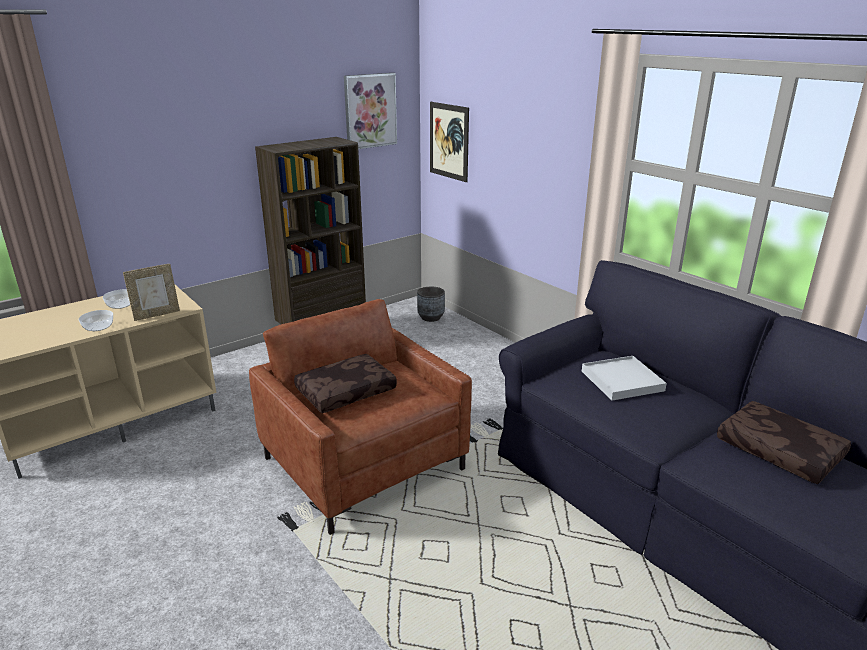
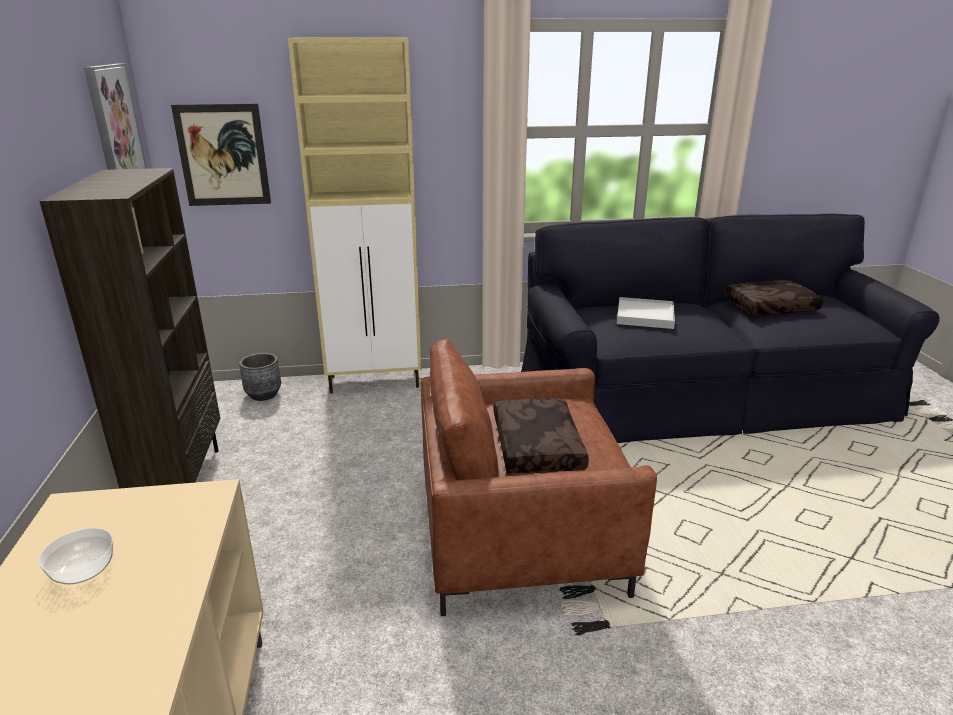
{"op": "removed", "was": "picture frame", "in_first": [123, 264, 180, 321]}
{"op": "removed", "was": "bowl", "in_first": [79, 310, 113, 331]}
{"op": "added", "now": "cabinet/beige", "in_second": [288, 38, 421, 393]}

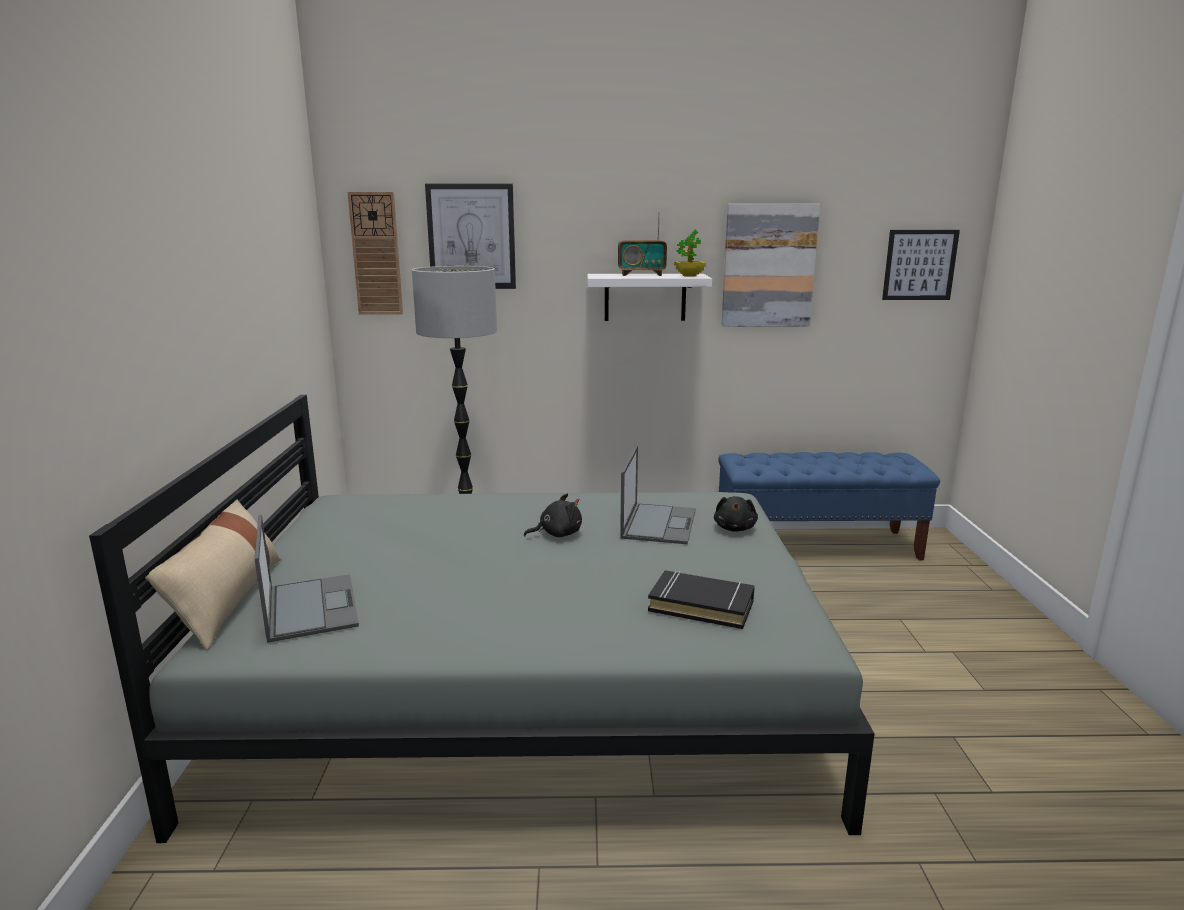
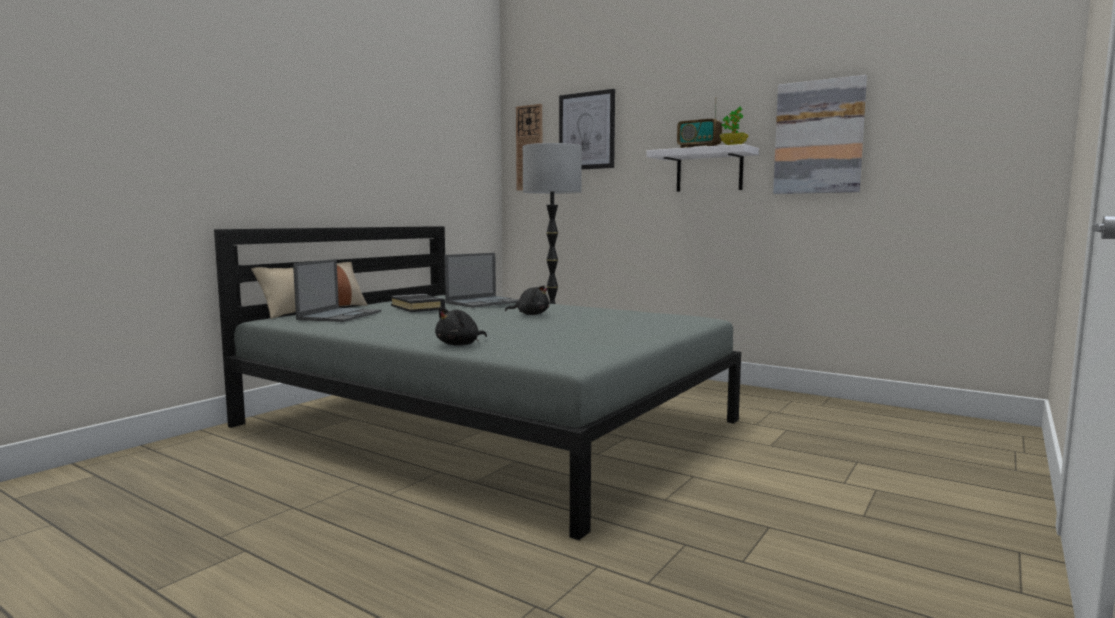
{"op": "removed", "was": "picture", "in_first": [882, 230, 960, 300]}
{"op": "moved", "was": "laptop", "in_first": [620, 446, 695, 544], "in_second": [444, 253, 519, 308]}
{"op": "removed", "was": "bench/blue", "in_first": [718, 452, 940, 560]}
{"op": "moved", "was": "plush toy/black", "in_first": [714, 496, 758, 532], "in_second": [435, 307, 487, 346]}
{"op": "moved", "was": "book/black", "in_first": [648, 570, 755, 629], "in_second": [391, 294, 445, 312]}

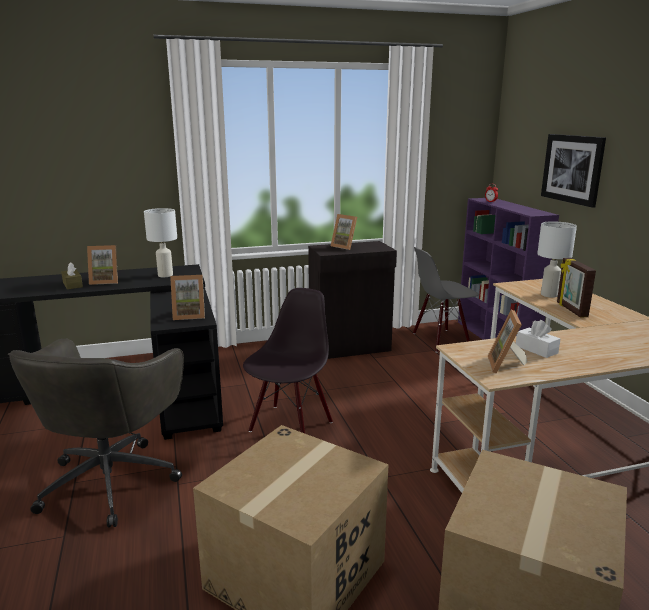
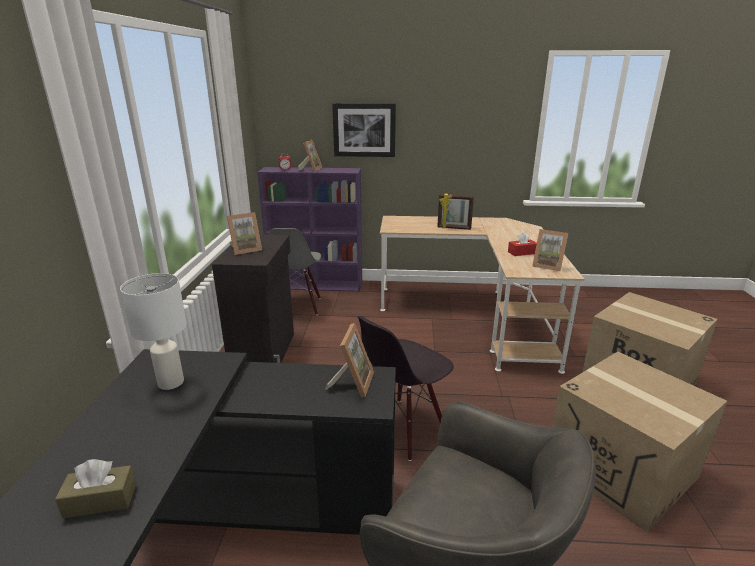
{"op": "removed", "was": "table lamp/white", "in_first": [537, 221, 577, 298]}
{"op": "moved", "was": "picture frame", "in_first": [87, 245, 118, 285], "in_second": [297, 140, 322, 172]}
{"op": "turned", "was": "chair/black", "in_first": [243, 288, 333, 433], "in_second": [358, 316, 454, 461], "clockwise": -90}
{"op": "recoloured", "was": "tissue box/white", "now": "tissue box/red", "in_first": [516, 320, 560, 358], "in_second": [508, 232, 537, 256]}

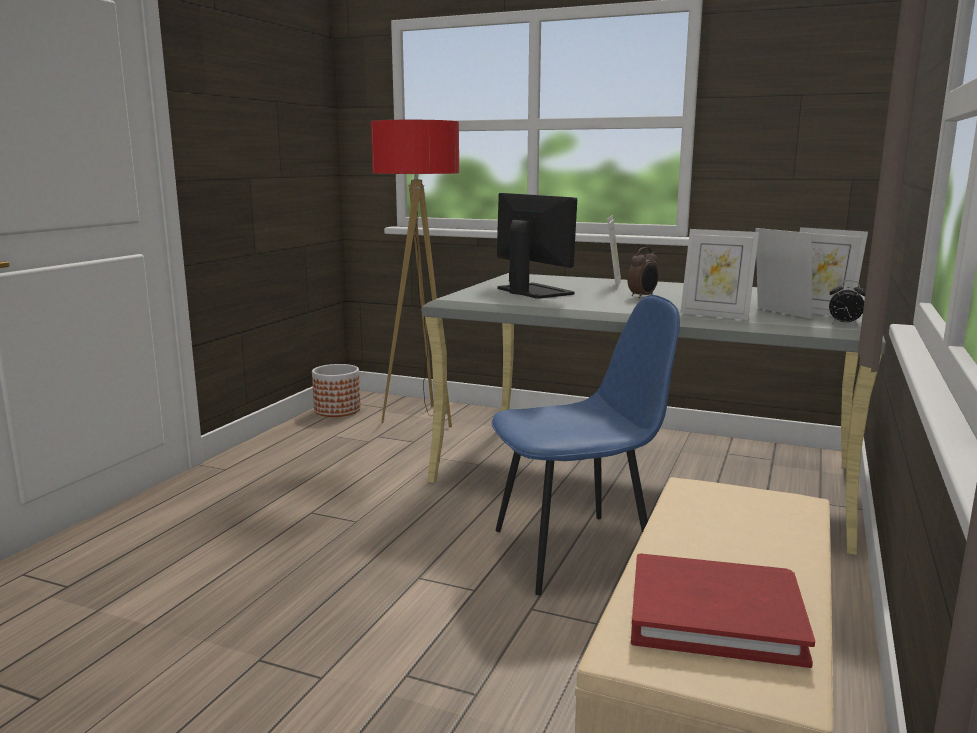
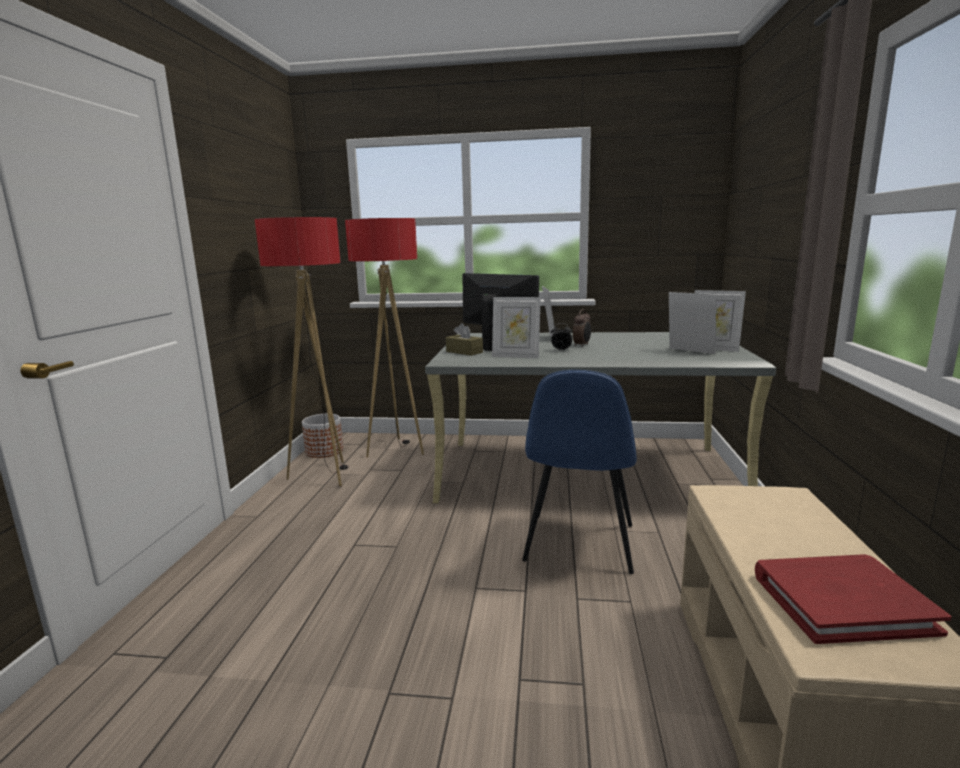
{"op": "moved", "was": "picture frame", "in_first": [680, 229, 759, 320], "in_second": [492, 297, 541, 359]}
{"op": "moved", "was": "alarm clock", "in_first": [829, 280, 865, 325], "in_second": [551, 323, 572, 351]}
{"op": "turned", "was": "chair/blue", "in_first": [492, 295, 680, 595], "in_second": [522, 370, 637, 574], "clockwise": 135}
{"op": "added", "now": "floor lamp", "in_second": [255, 217, 348, 487]}
{"op": "added", "now": "tissue box/brown", "in_second": [446, 323, 483, 356]}

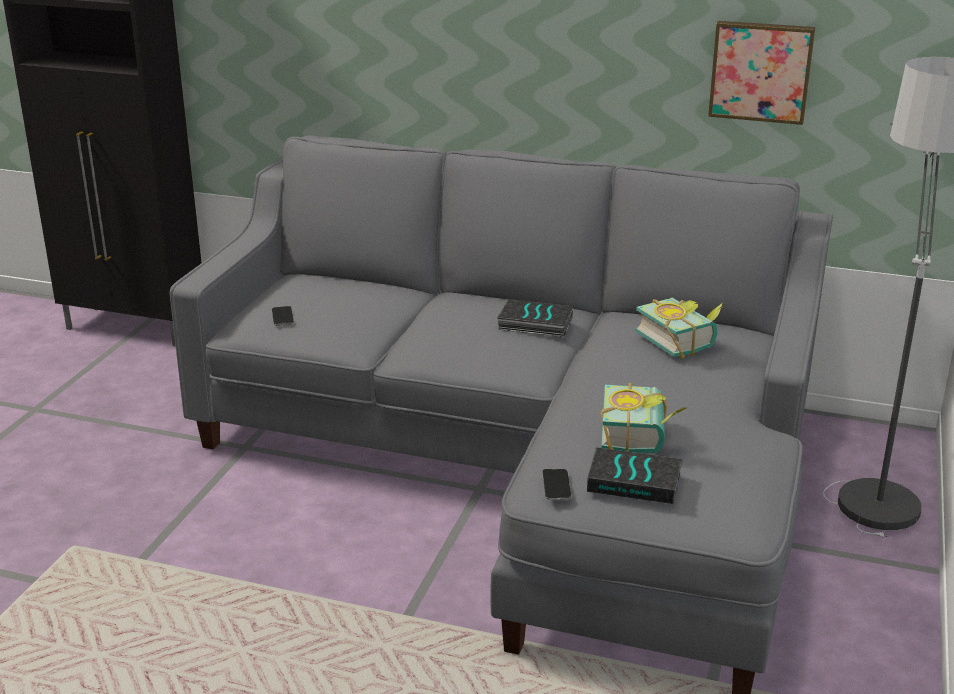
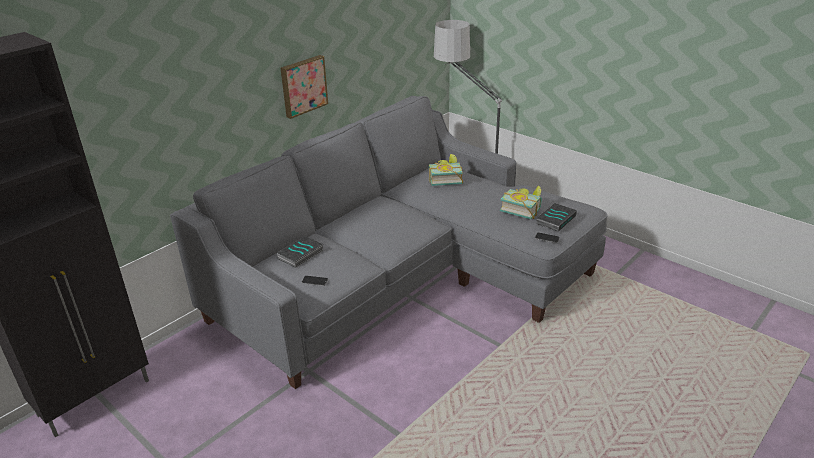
{"op": "moved", "was": "picture", "in_first": [708, 21, 815, 125], "in_second": [280, 55, 328, 119]}
{"op": "moved", "was": "book", "in_first": [497, 299, 573, 337], "in_second": [277, 236, 324, 268]}

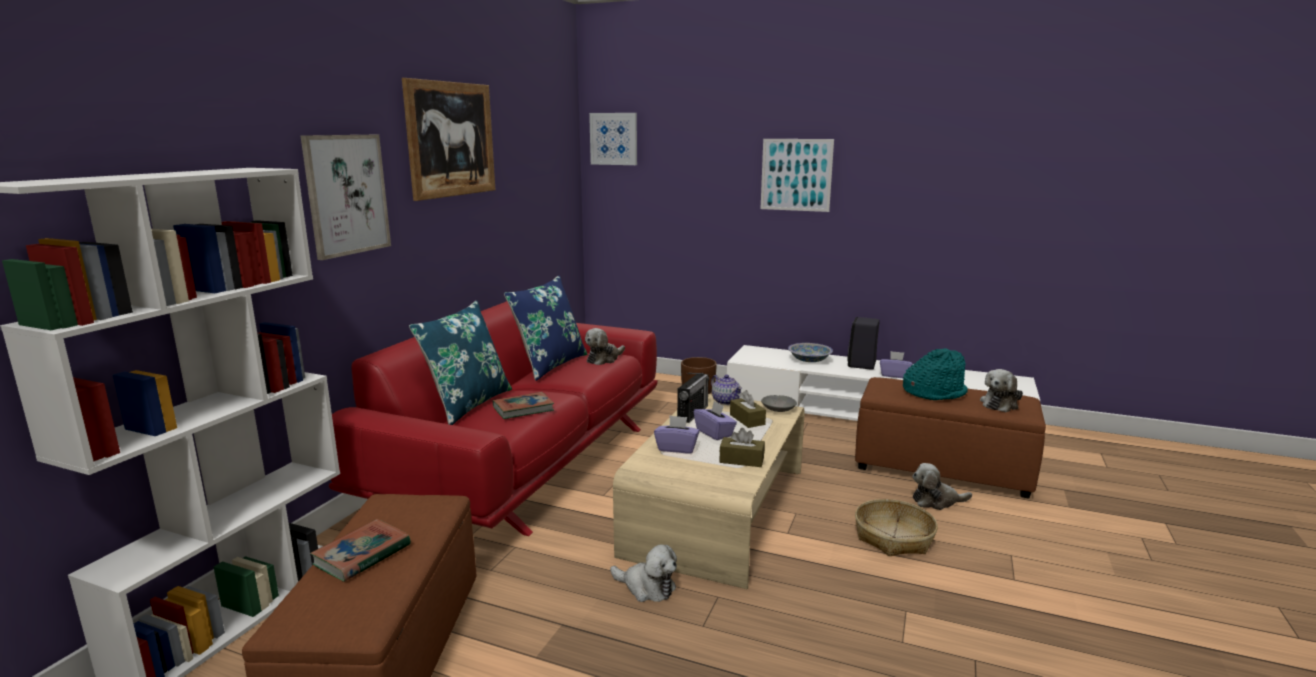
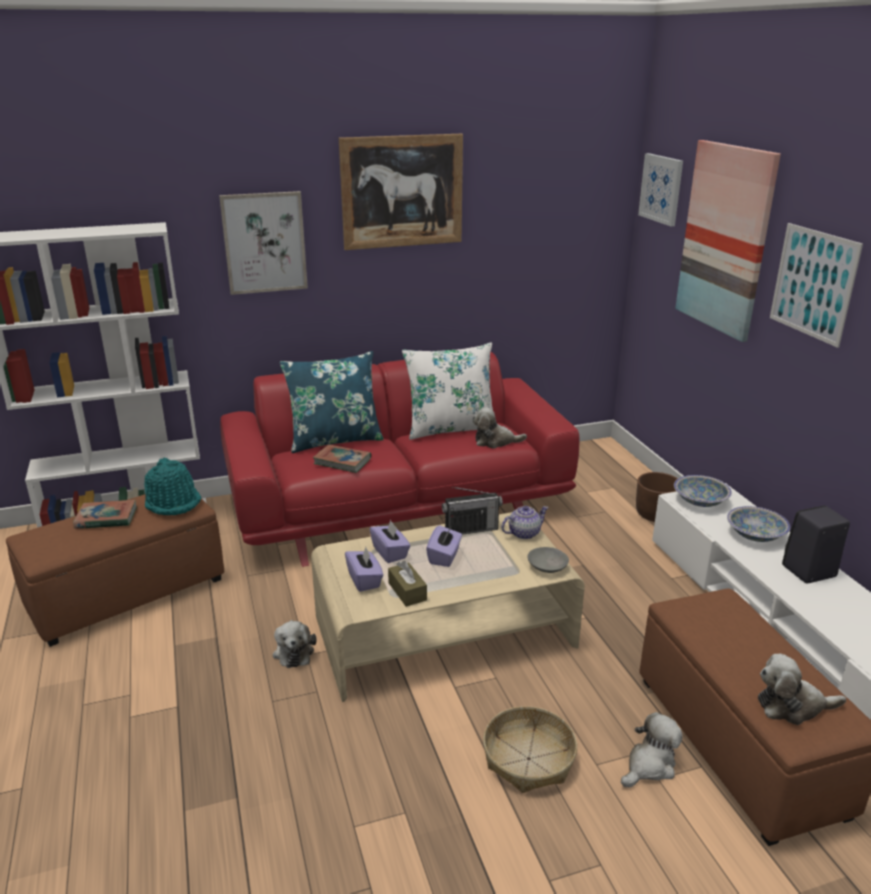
{"op": "recoloured", "was": "pillow/blue", "now": "pillow/white", "in_first": [504, 276, 587, 381], "in_second": [402, 343, 493, 440]}
{"op": "moved", "was": "hat/turquoise", "in_first": [903, 348, 968, 400], "in_second": [144, 458, 201, 515]}
{"op": "moved", "was": "tissue box/purple", "in_first": [880, 351, 913, 378], "in_second": [345, 547, 383, 592]}
{"op": "turned", "was": "teapot", "in_first": [711, 375, 742, 405], "in_second": [501, 506, 549, 539], "clockwise": -135}
{"op": "removed", "was": "tissue box/brown", "in_first": [730, 390, 766, 428]}
{"op": "turned", "was": "plush toy", "in_first": [912, 463, 972, 510], "in_second": [621, 712, 683, 788], "clockwise": 90}
{"op": "added", "now": "picture", "in_second": [675, 140, 781, 342]}
{"op": "added", "now": "bowl", "in_second": [674, 475, 732, 507]}

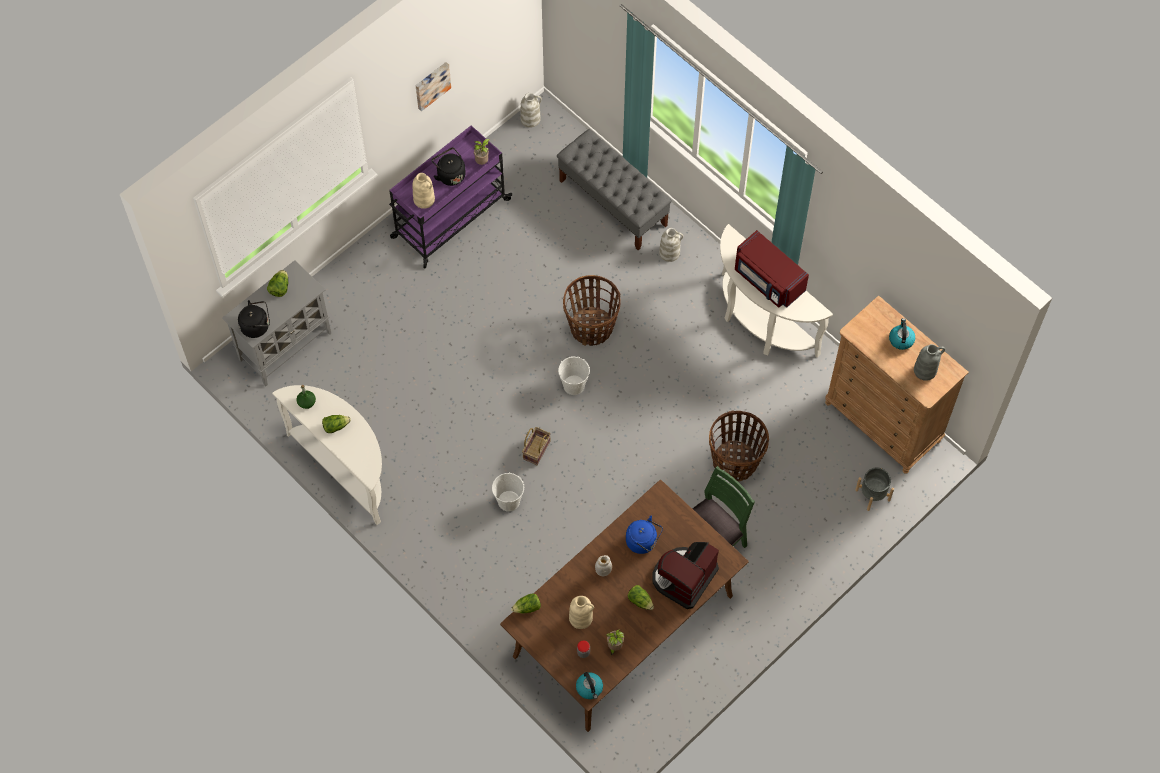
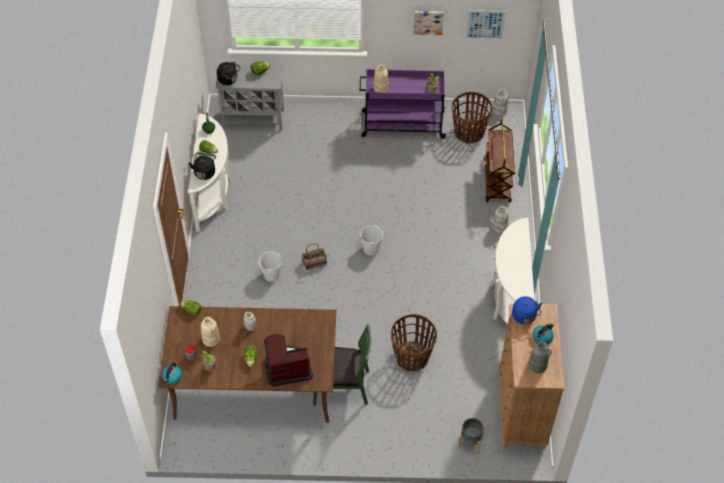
{"op": "replaced", "was": "bench/grey", "now": "cart/brown", "in_first": [557, 129, 672, 250], "in_second": [484, 118, 515, 203]}
{"op": "moved", "was": "kettle/black", "in_first": [432, 147, 466, 186], "in_second": [189, 152, 216, 180]}
{"op": "removed", "was": "microwave/red", "in_first": [735, 230, 809, 308]}
{"op": "moved", "was": "basket", "in_first": [563, 275, 621, 346], "in_second": [452, 92, 492, 143]}
{"op": "moved", "was": "kettle/blue", "in_first": [626, 516, 663, 554], "in_second": [512, 296, 542, 324]}
{"op": "added", "now": "picture", "in_second": [465, 10, 506, 39]}

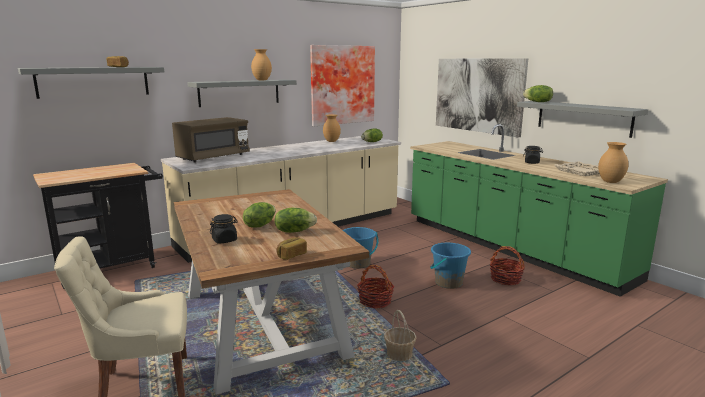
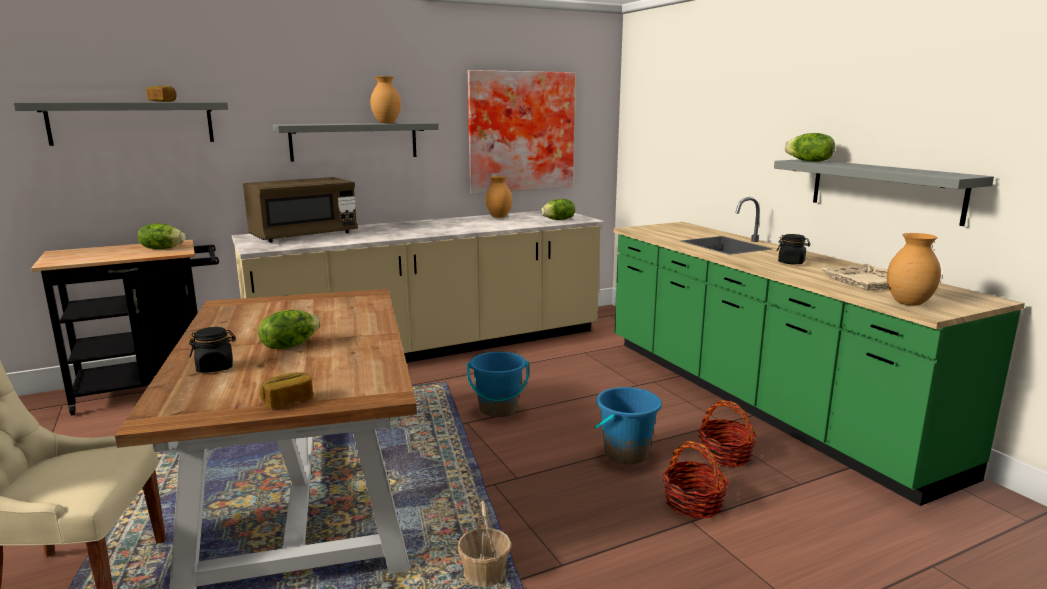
{"op": "removed", "was": "picture", "in_first": [436, 58, 528, 137]}
{"op": "moved", "was": "lettuce", "in_first": [275, 208, 317, 233], "in_second": [138, 223, 186, 249]}
{"op": "moved", "was": "basket", "in_first": [357, 265, 394, 308], "in_second": [663, 441, 729, 518]}

